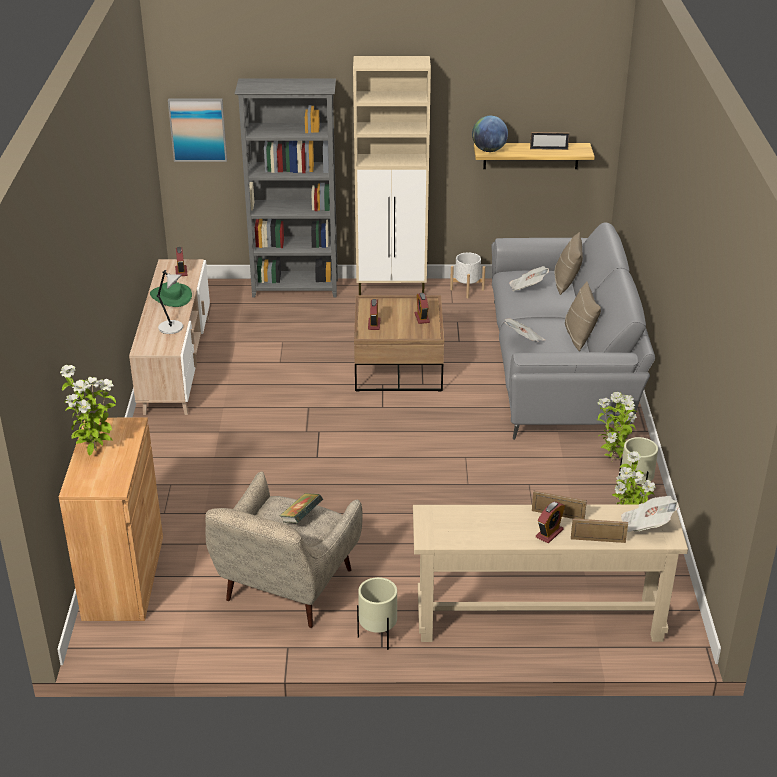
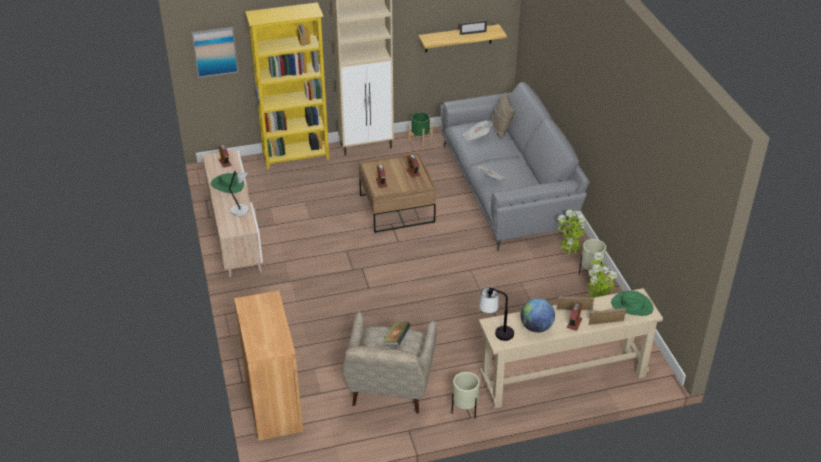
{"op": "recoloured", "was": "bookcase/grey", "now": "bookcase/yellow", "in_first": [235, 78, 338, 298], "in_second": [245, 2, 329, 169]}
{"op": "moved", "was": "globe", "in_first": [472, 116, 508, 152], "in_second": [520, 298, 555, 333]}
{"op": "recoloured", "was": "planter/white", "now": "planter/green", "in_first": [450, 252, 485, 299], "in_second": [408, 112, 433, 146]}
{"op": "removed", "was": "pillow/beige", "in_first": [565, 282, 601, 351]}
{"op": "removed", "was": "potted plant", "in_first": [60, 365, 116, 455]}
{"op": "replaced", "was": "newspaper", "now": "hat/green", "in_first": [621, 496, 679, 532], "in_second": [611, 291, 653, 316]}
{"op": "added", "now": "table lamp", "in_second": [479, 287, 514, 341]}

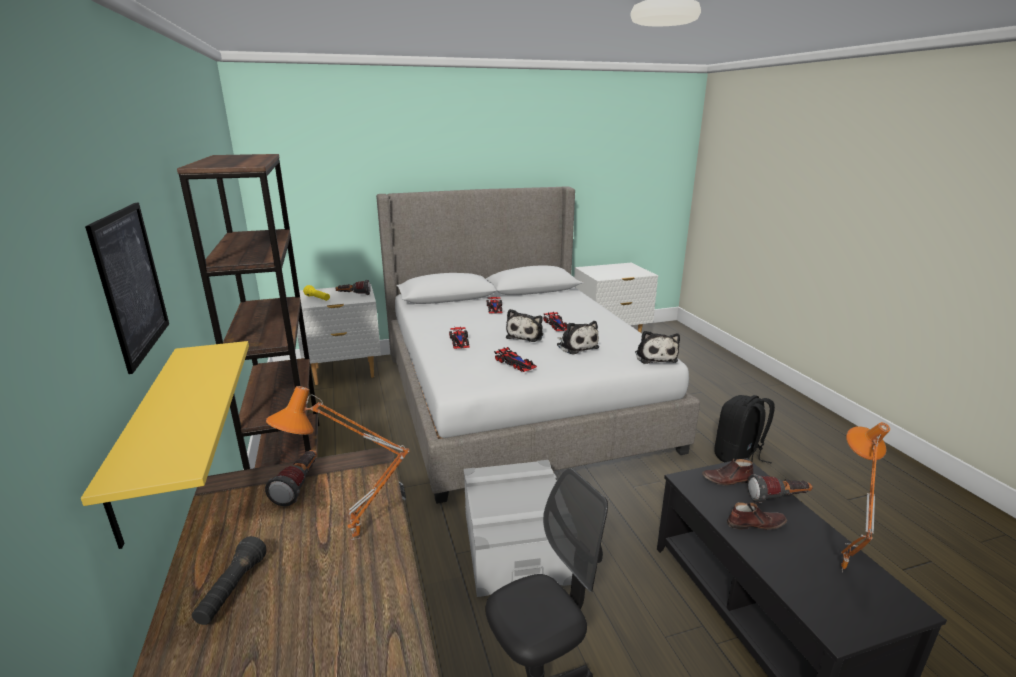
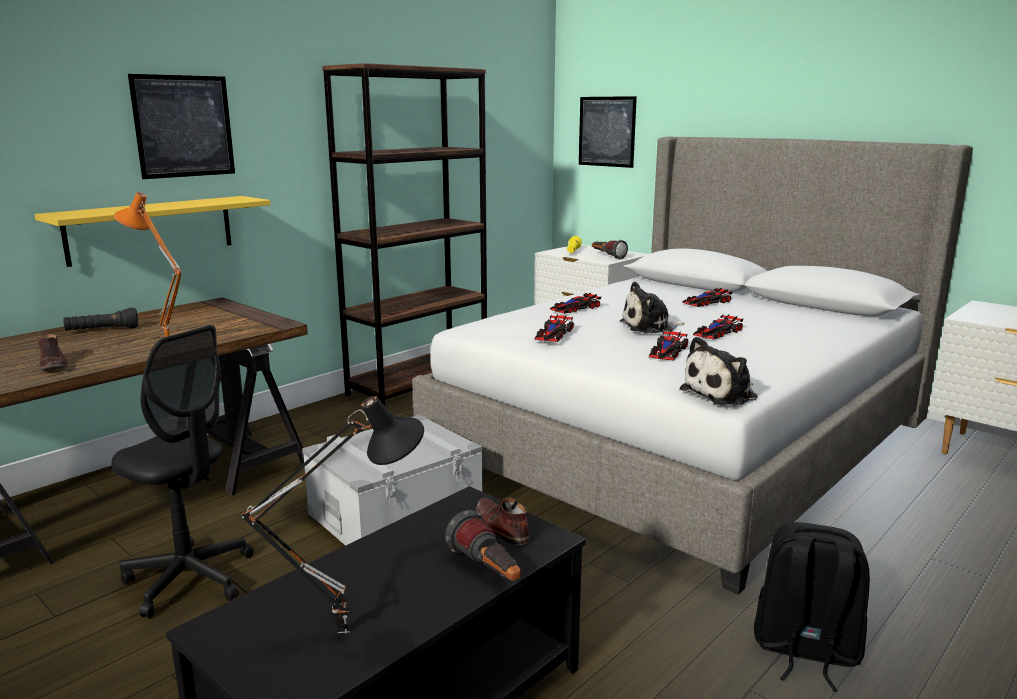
{"op": "replaced", "was": "plush toy", "now": "toy car", "in_first": [557, 321, 599, 355], "in_second": [649, 331, 688, 360]}
{"op": "recoloured", "was": "table lamp/orange", "now": "table lamp/black", "in_first": [841, 422, 890, 572], "in_second": [241, 396, 424, 633]}
{"op": "removed", "was": "flashlight", "in_first": [265, 450, 317, 506]}
{"op": "moved", "was": "shoe/brown", "in_first": [727, 502, 787, 530], "in_second": [38, 334, 68, 370]}
{"op": "added", "now": "picture", "in_second": [579, 96, 637, 168]}

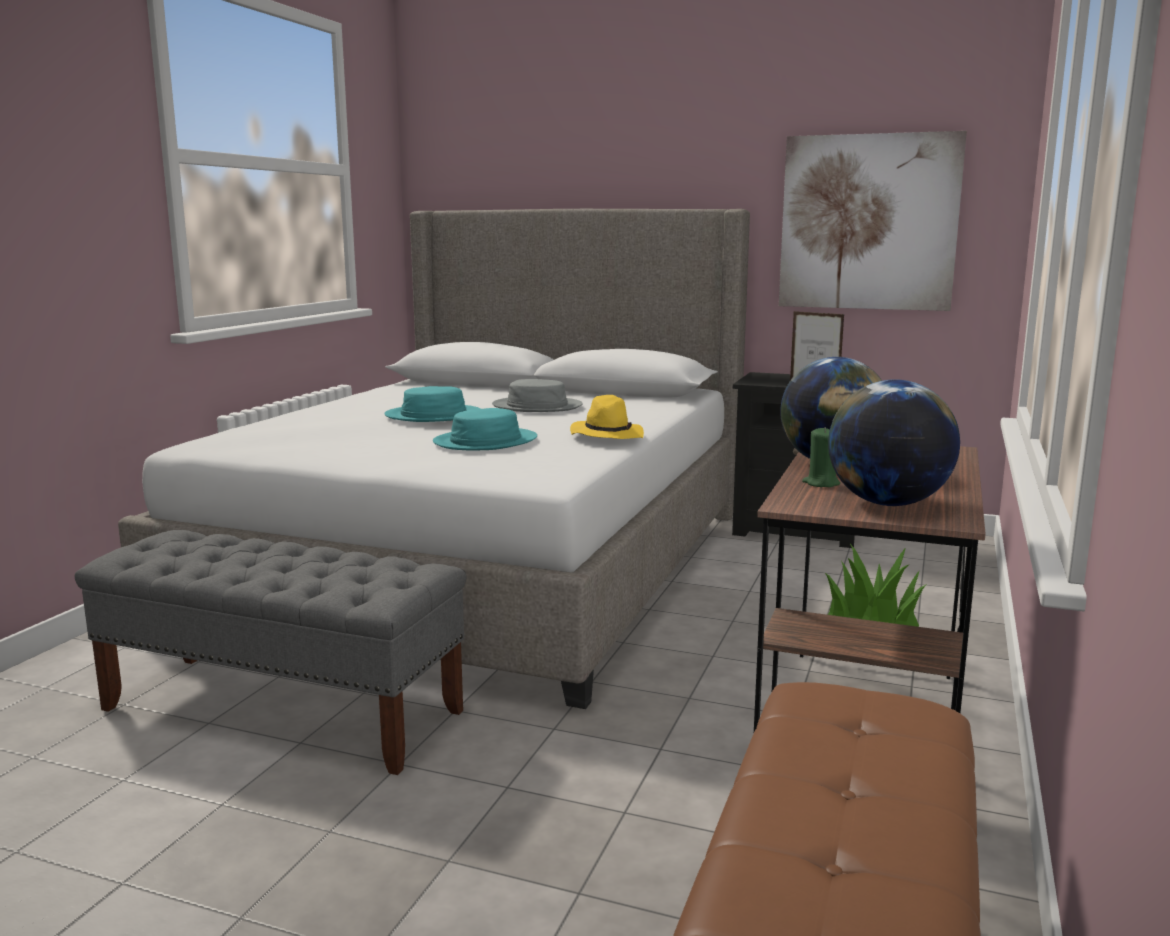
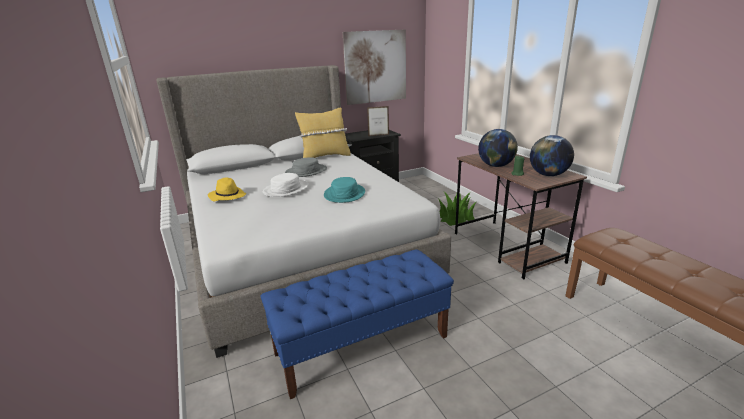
{"op": "recoloured", "was": "hat/turquoise", "now": "hat/white", "in_first": [384, 386, 481, 422], "in_second": [263, 173, 308, 197]}
{"op": "moved", "was": "hat/yellow", "in_first": [570, 395, 644, 439], "in_second": [208, 177, 246, 201]}
{"op": "recoloured", "was": "bench/grey", "now": "bench/blue", "in_first": [75, 530, 466, 775], "in_second": [261, 249, 454, 399]}
{"op": "added", "now": "pillow/yellow", "in_second": [295, 108, 351, 158]}

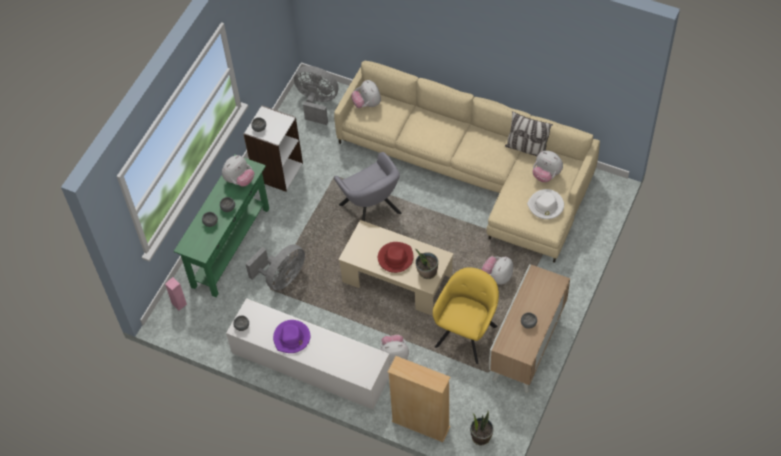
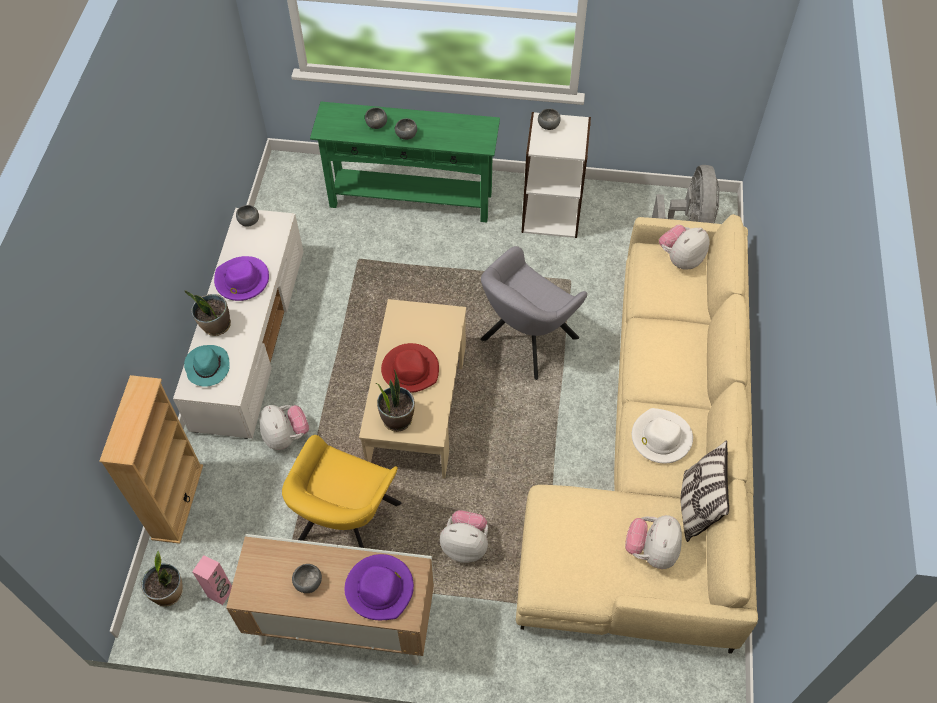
{"op": "removed", "was": "plush toy", "in_first": [222, 155, 254, 187]}
{"op": "moved", "was": "hat/white", "in_first": [527, 189, 564, 219], "in_second": [632, 408, 693, 463]}
{"op": "removed", "was": "fan/grey", "in_first": [246, 244, 305, 291]}
{"op": "turned", "was": "armchair/yellow", "in_first": [433, 267, 499, 364], "in_second": [282, 435, 401, 548], "clockwise": 105}
{"op": "moved", "was": "speaker/pink", "in_first": [165, 277, 187, 311], "in_second": [192, 555, 232, 605]}
{"op": "added", "now": "potted plant", "in_second": [184, 290, 231, 336]}
{"op": "added", "now": "hat/turquoise", "in_second": [184, 345, 230, 387]}
{"op": "added", "now": "hat/purple", "in_second": [345, 554, 414, 620]}

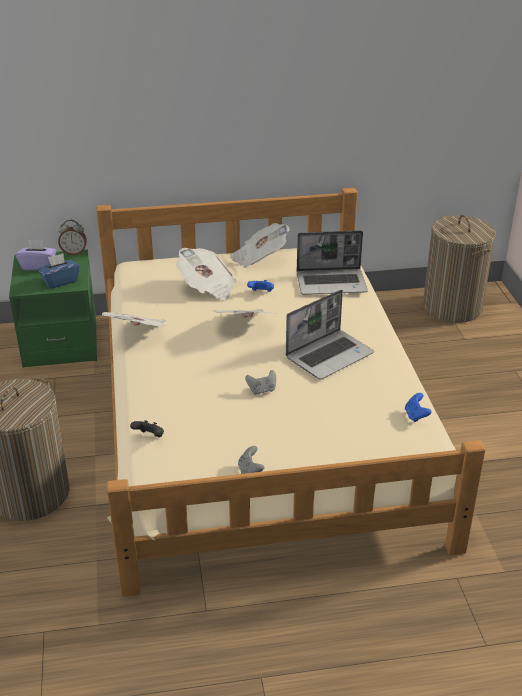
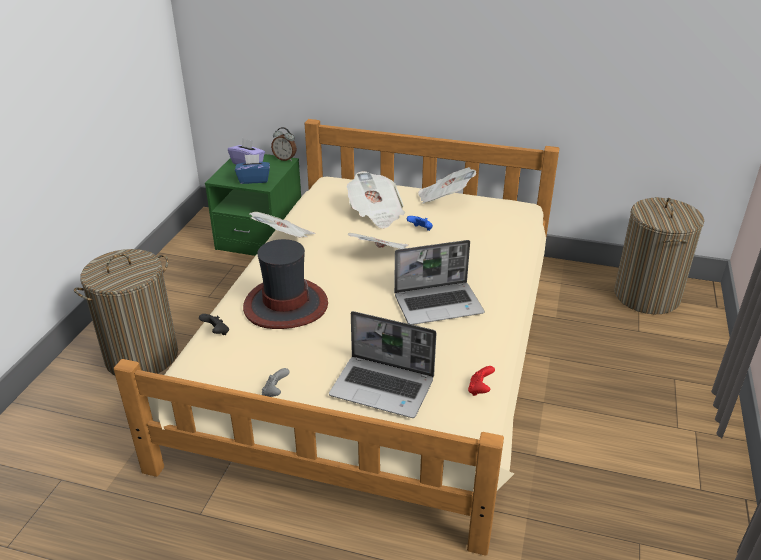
{"op": "moved", "was": "laptop", "in_first": [297, 231, 368, 295], "in_second": [329, 311, 436, 418]}
{"op": "removed", "was": "game controller/grey", "in_first": [245, 370, 276, 395]}
{"op": "recoloured", "was": "game controller/blue", "now": "game controller/red", "in_first": [405, 393, 432, 422], "in_second": [468, 366, 495, 396]}
{"op": "added", "now": "hat", "in_second": [243, 239, 328, 329]}

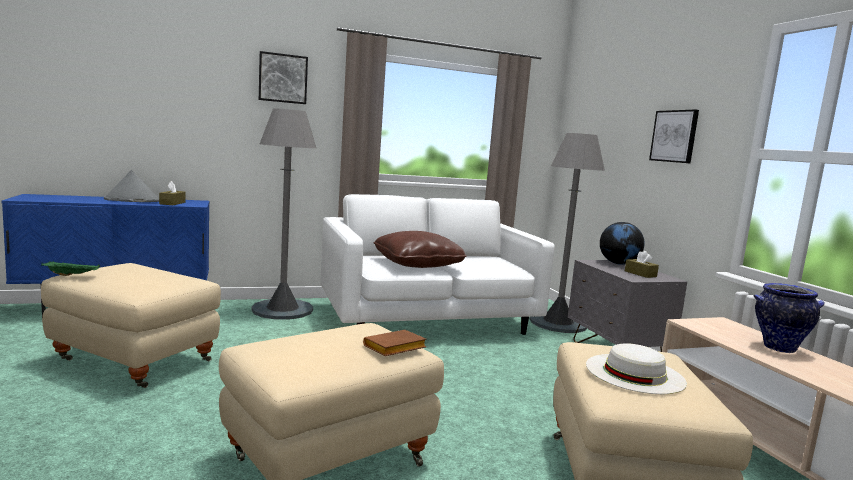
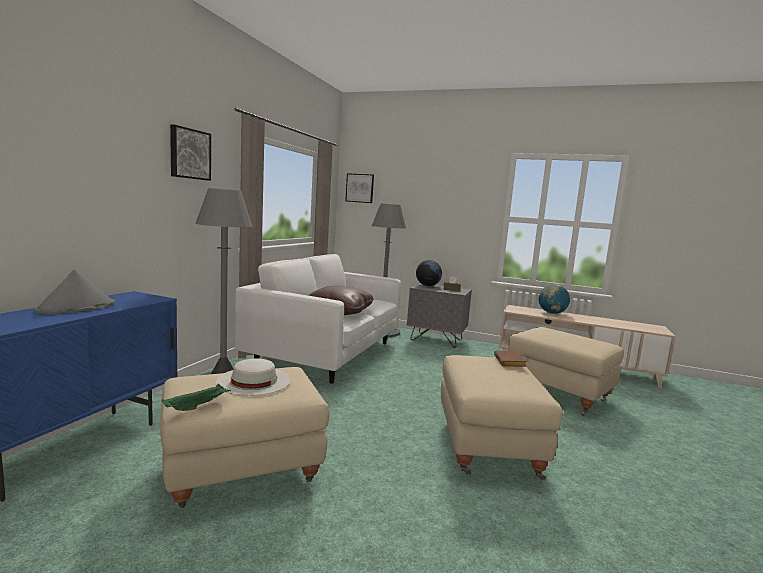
{"op": "moved", "was": "picture", "in_first": [649, 110, 699, 164], "in_second": [345, 173, 374, 203]}
{"op": "removed", "was": "tissue box/brown", "in_first": [159, 181, 186, 205]}
{"op": "replaced", "was": "vase", "now": "globe", "in_first": [754, 283, 825, 353], "in_second": [539, 284, 570, 314]}
{"op": "moved", "was": "hat/white", "in_first": [586, 343, 687, 394], "in_second": [216, 358, 291, 396]}

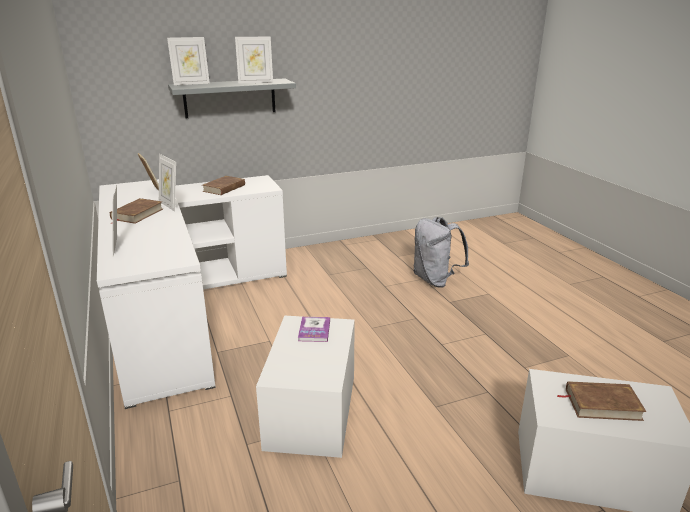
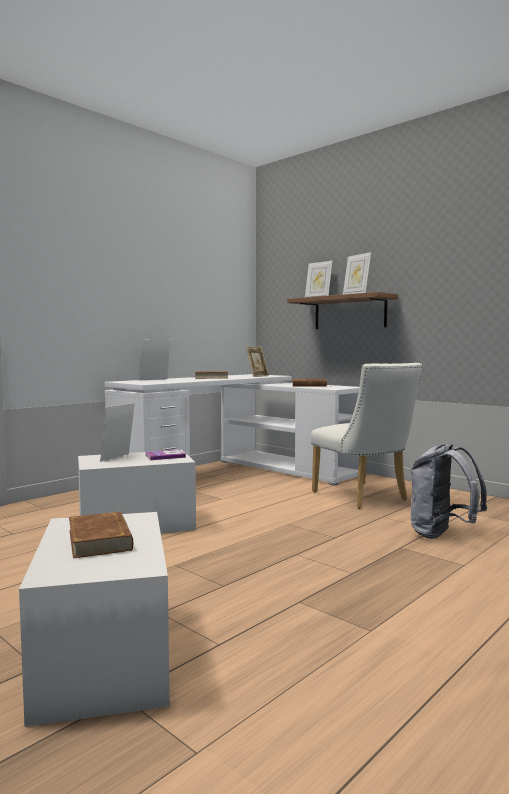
{"op": "recoloured", "was": "shelf/grey", "now": "shelf/brown", "in_first": [168, 78, 296, 118], "in_second": [287, 292, 398, 329]}
{"op": "moved", "was": "picture frame", "in_first": [159, 154, 176, 212], "in_second": [100, 403, 135, 462]}
{"op": "added", "now": "chair/white", "in_second": [311, 363, 423, 509]}

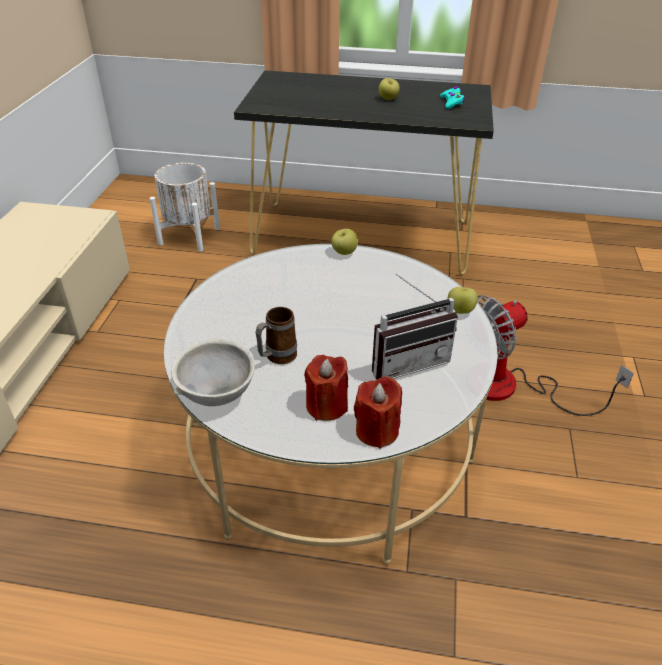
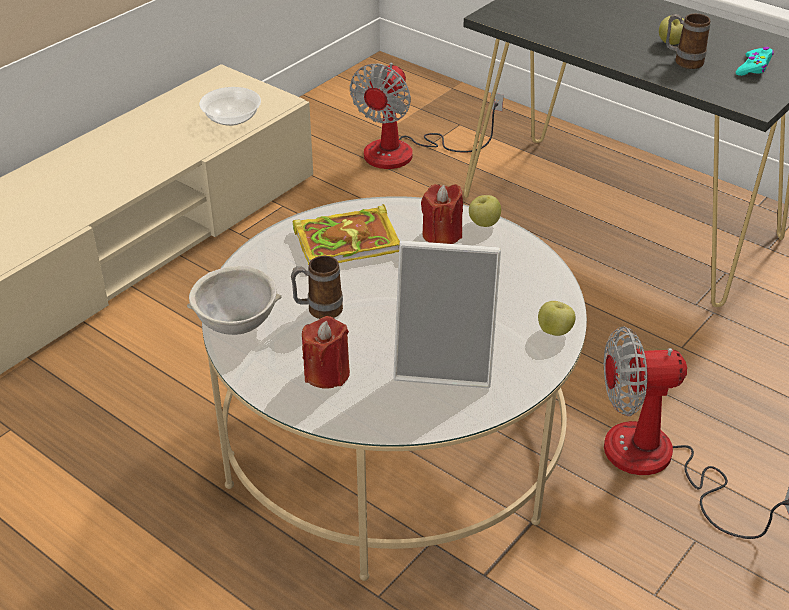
{"op": "replaced", "was": "planter/white", "now": "fan", "in_first": [149, 163, 220, 252], "in_second": [350, 62, 504, 169]}
{"op": "replaced", "was": "radio", "now": "picture frame", "in_first": [372, 274, 458, 379], "in_second": [393, 240, 501, 388]}
{"op": "moved", "was": "candle/red", "in_first": [354, 377, 402, 449], "in_second": [421, 184, 463, 244]}
{"op": "added", "now": "mug", "in_second": [666, 14, 710, 69]}
{"op": "added", "now": "bowl", "in_second": [199, 87, 261, 126]}
{"op": "added", "now": "book", "in_second": [293, 204, 400, 265]}

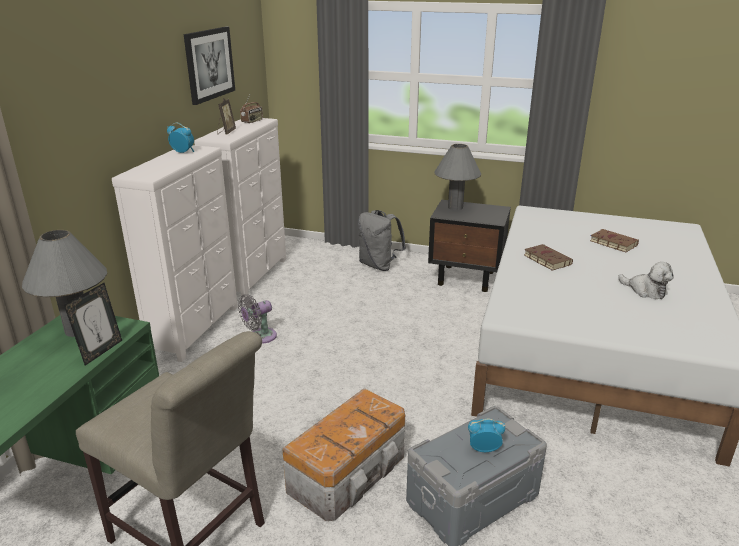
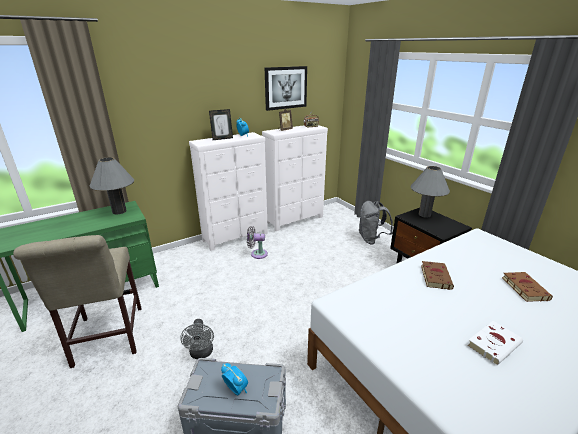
{"op": "replaced", "was": "plush toy", "now": "book/white", "in_first": [618, 262, 674, 299], "in_second": [467, 321, 523, 365]}
{"op": "moved", "was": "picture frame", "in_first": [64, 283, 122, 366], "in_second": [209, 109, 233, 140]}
{"op": "replaced", "was": "storage box", "now": "fan/grey", "in_first": [282, 388, 405, 521], "in_second": [180, 319, 214, 359]}

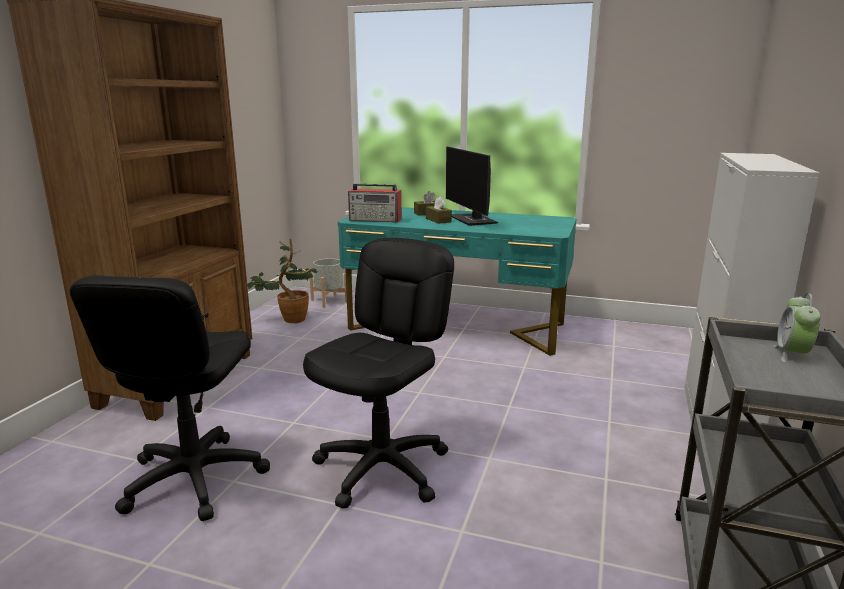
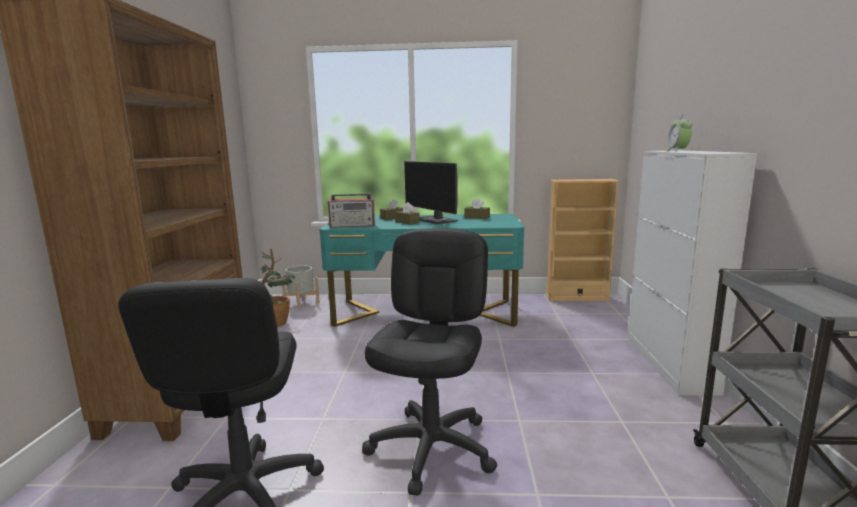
{"op": "moved", "was": "alarm clock", "in_first": [774, 293, 821, 363], "in_second": [667, 115, 693, 152]}
{"op": "added", "now": "bookcase/beige", "in_second": [546, 179, 620, 301]}
{"op": "added", "now": "tissue box/brown", "in_second": [464, 198, 490, 219]}

